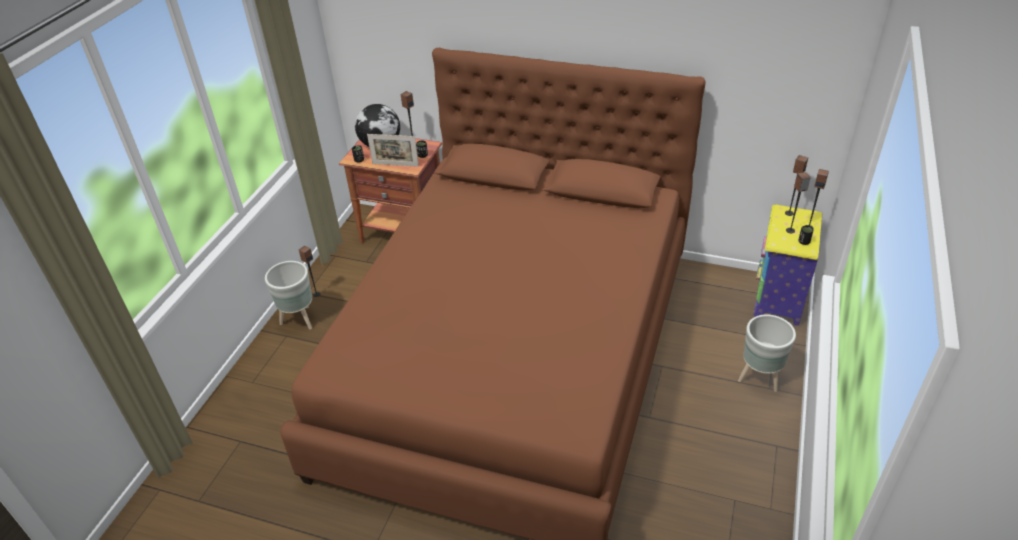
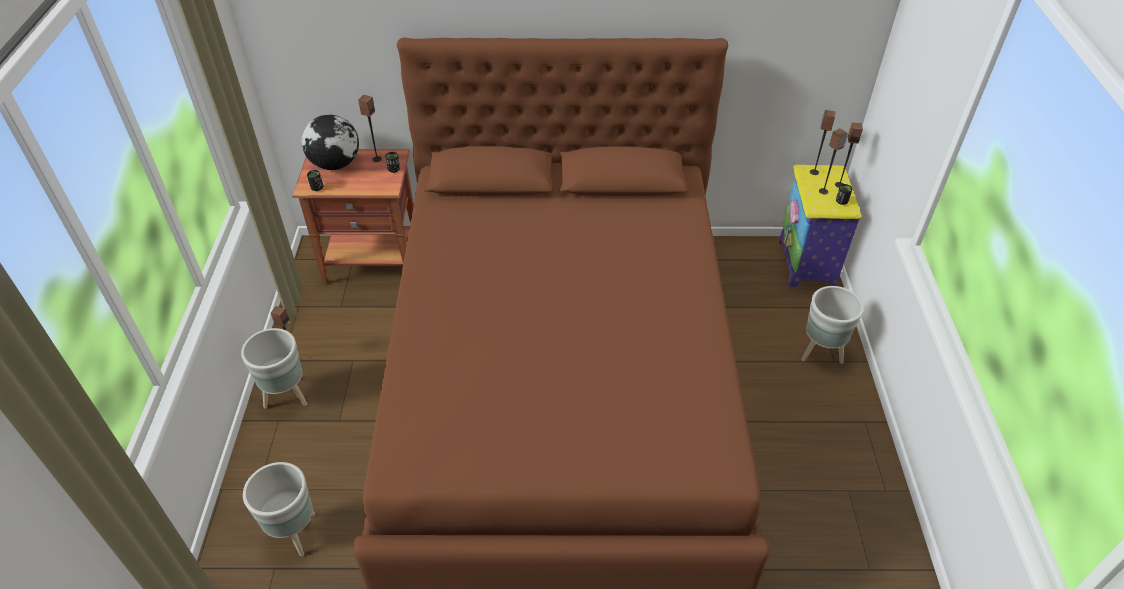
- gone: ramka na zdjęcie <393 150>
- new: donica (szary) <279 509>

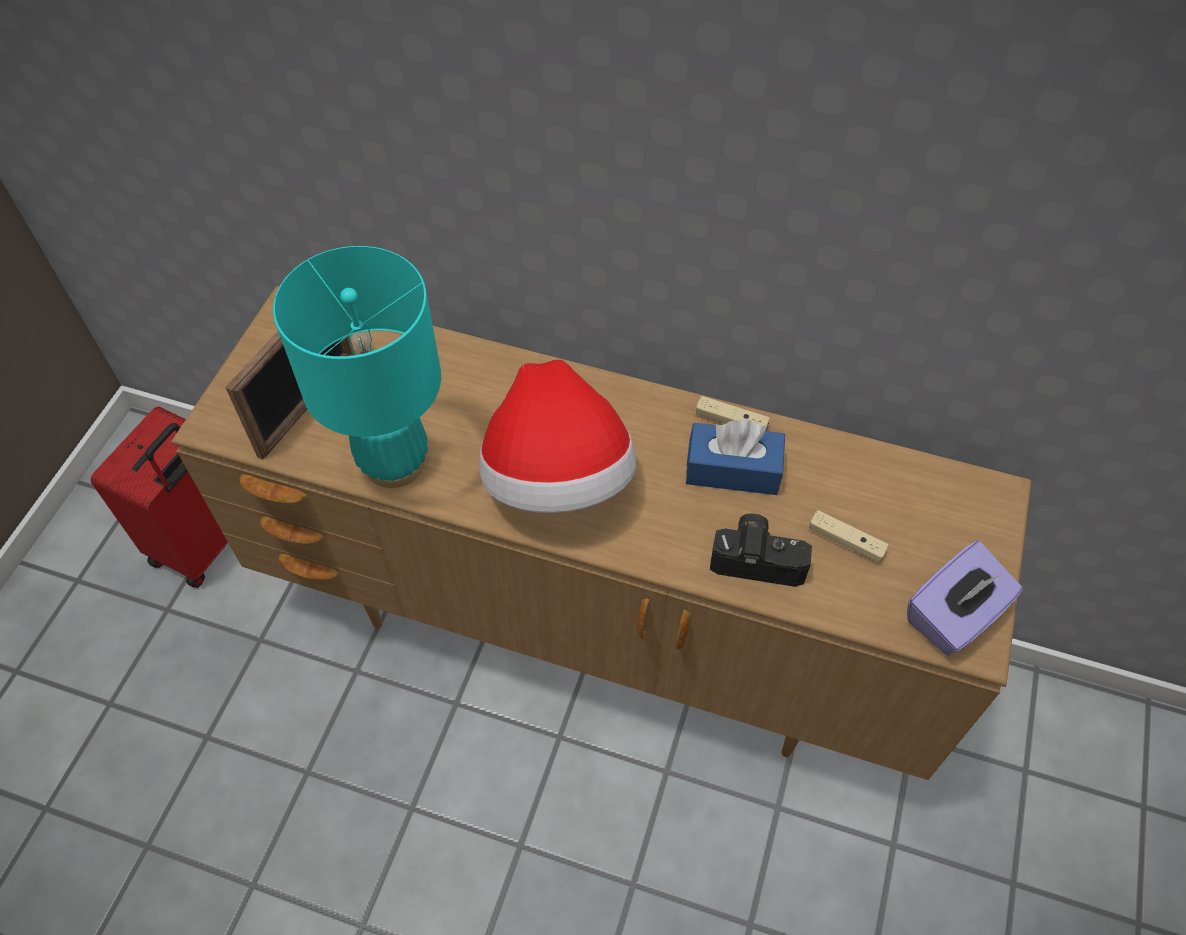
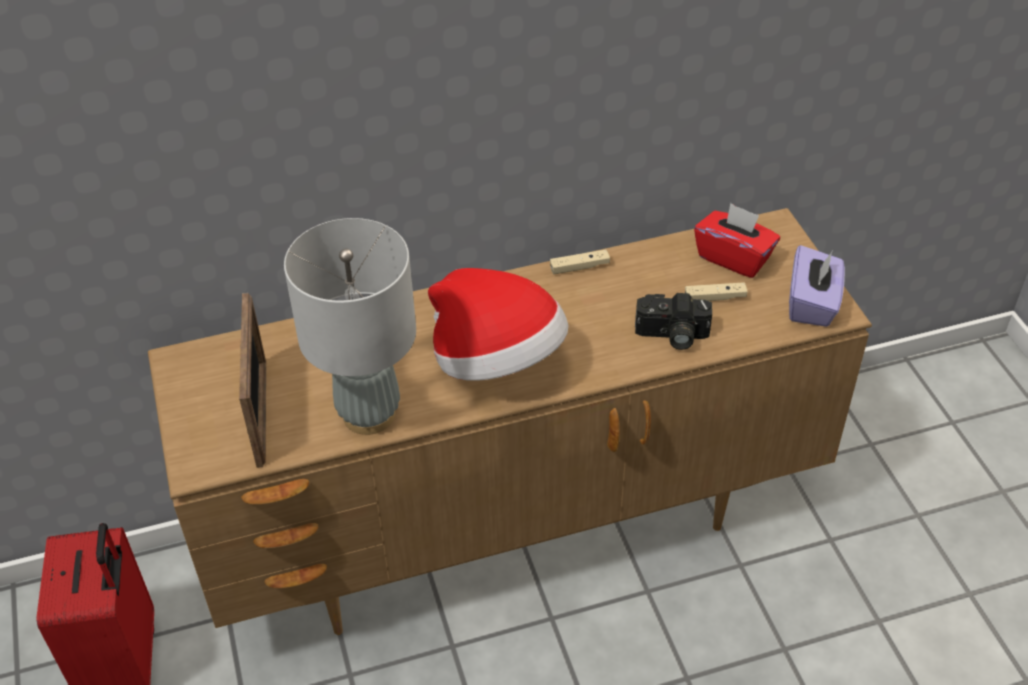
- repainted: lampa stołowa (turkusowy) <357 367> to lampa stołowa (szary) <350 326>
- gone: pudełko chusteczek (niebieski) <735 457>
- rotated: aparat fotograficzny <761 550> = <673 321> 150 degrees counterclockwise
- new: pudełko chusteczek (czerwony) <737 240>

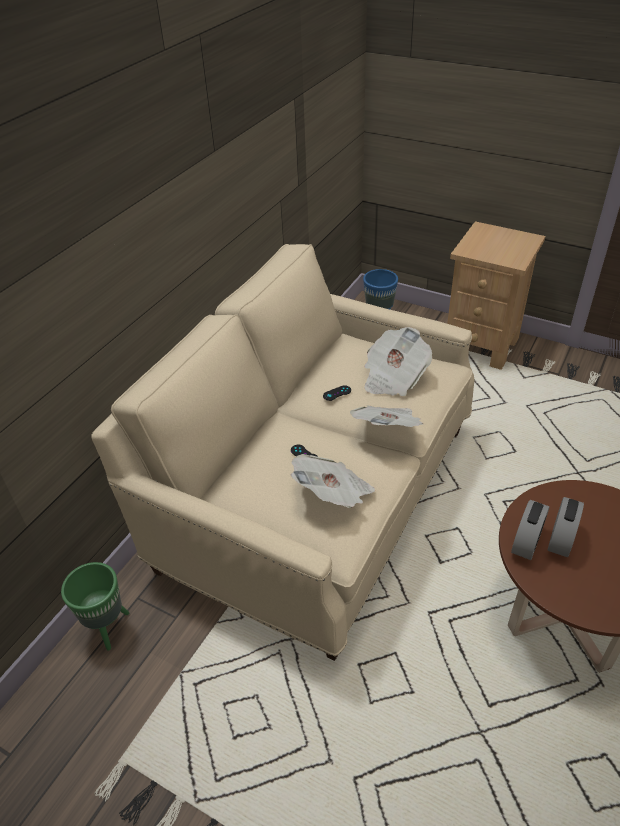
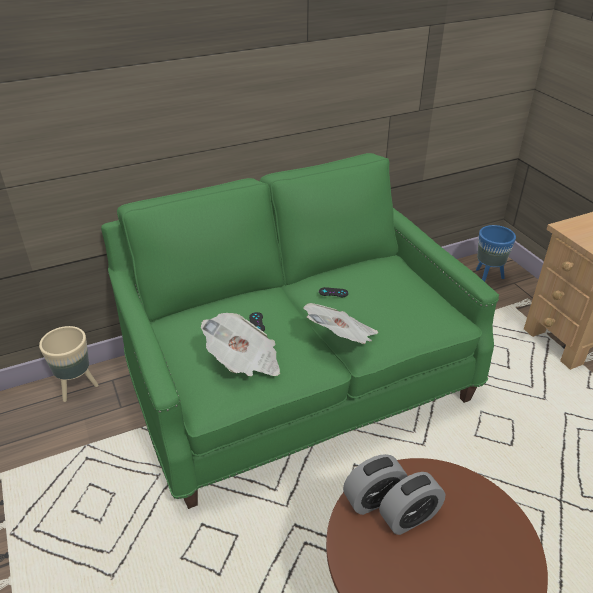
- repainted: donica (zielony) <95 606> to donica (beżowy) <68 364>
- repainted: kanapa (beżowy) <282 452> to kanapa (zielony) <300 331>
- gone: gazeta <398 361>

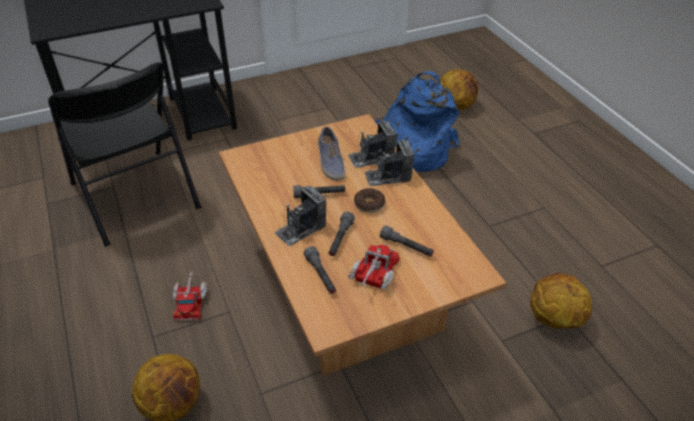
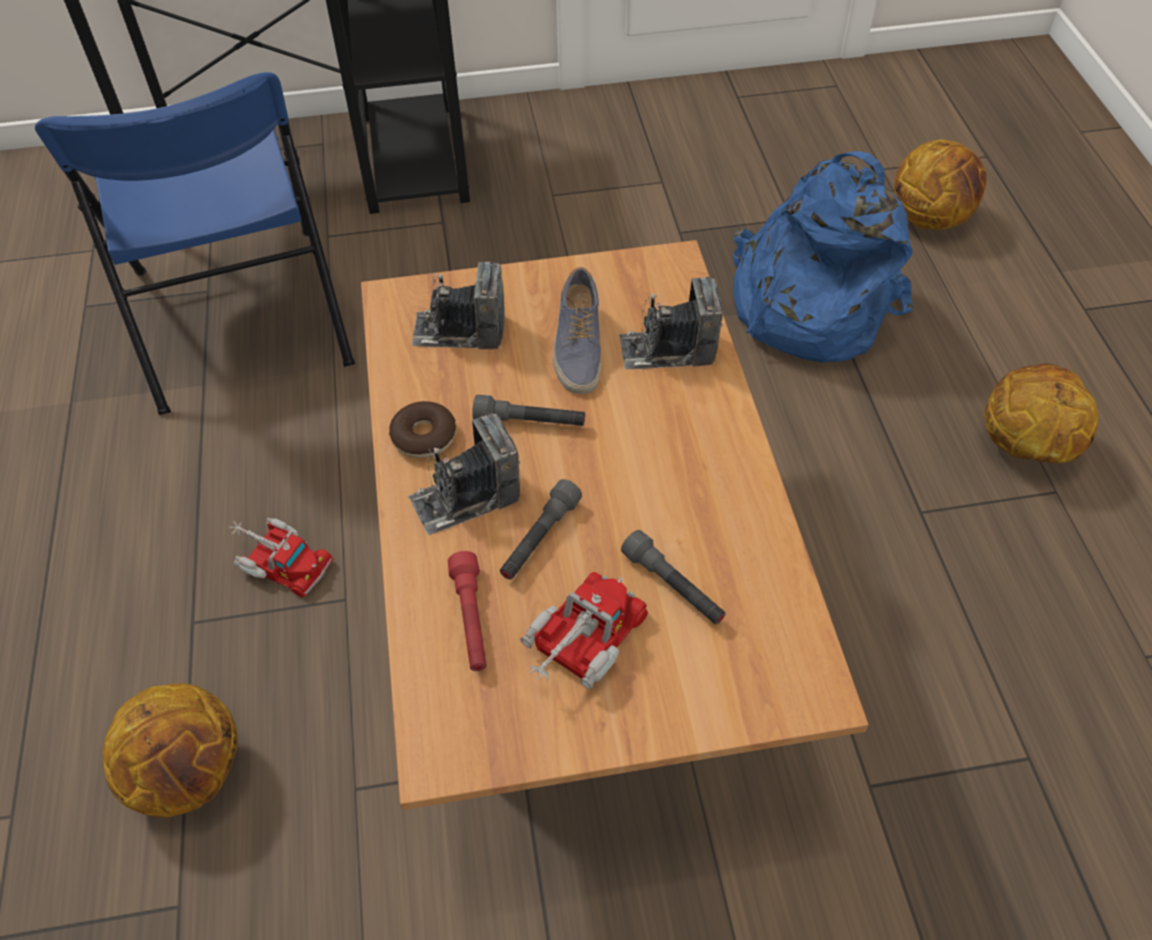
- repainted: krzesło (czarny) <124 154> to krzesło (niebieski) <195 243>
- rotated: ciężarówka zabawkowa <190 295> = <280 557> 75 degrees counterclockwise
- repainted: latarka (szary) <319 270> to latarka (czerwony) <467 611>
- shifted: donut <369 200> to <422 429>
- shifted: aparat fotograficzny <389 163> to <458 305>
- shifted: piłka do koszykówki <561 301> to <1041 413>

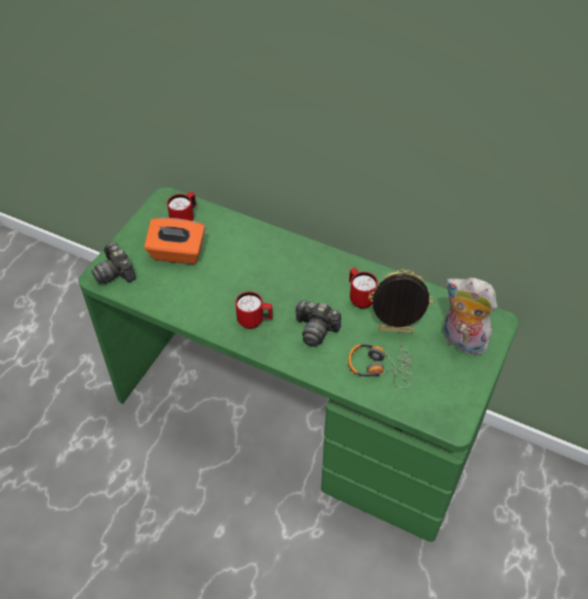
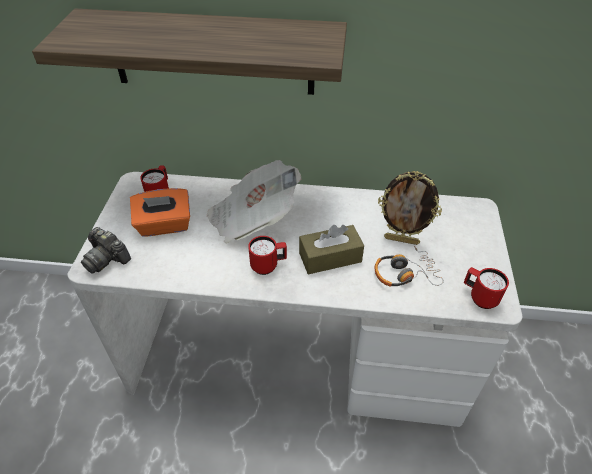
- repainted: biurko (zielony) <299 364> to biurko (biały) <295 299>
- swapped: aparat fotograficzny <318 323> to pudełko chusteczek (brązowy) <331 249>
- shifted: kubek (czerwony) <363 288> to <486 288>
- rotated: ramka na zdjęcie <401 301> = <410 208> 150 degrees counterclockwise
- gone: pluszak <470 316>
- new: półka <189 52>
- new: gazeta <254 202>

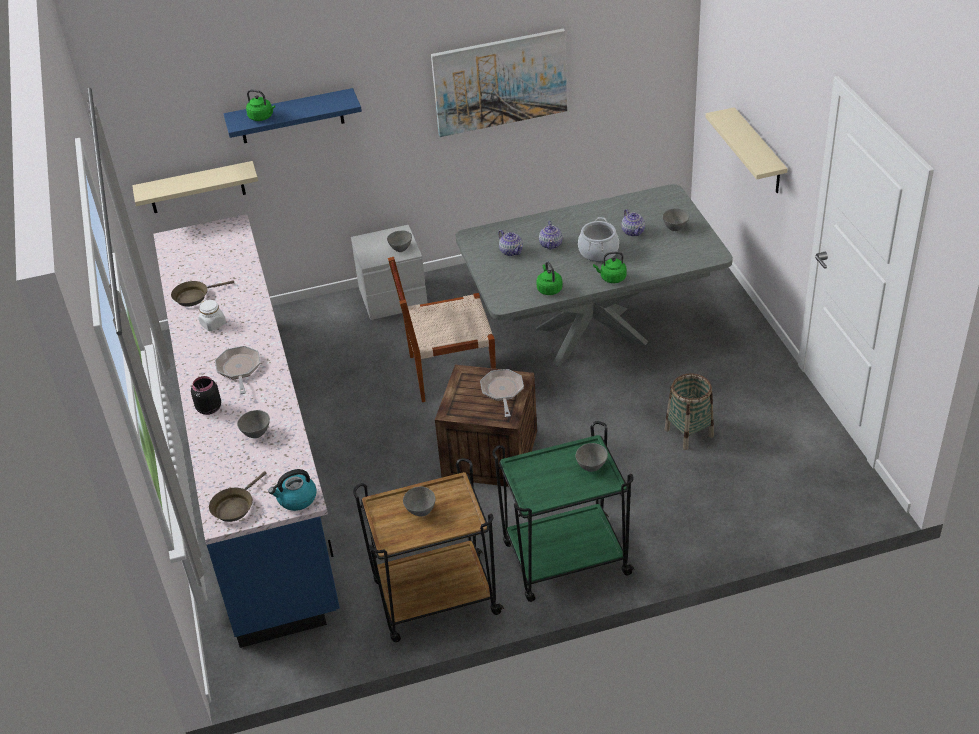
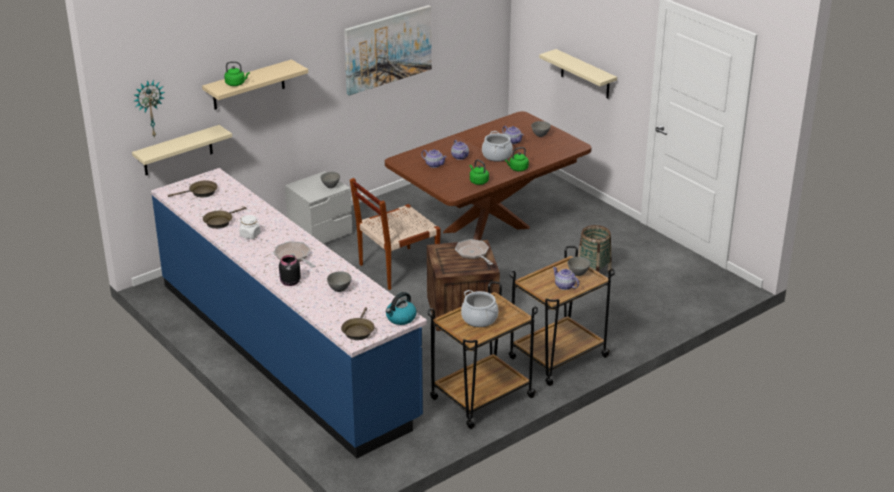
- repainted: półka (niebieski) <293 115> to półka (beżowy) <255 84>
- swapped: miska (szary) <419 501> to garnek <479 308>
- repainted: stół jadalny (szary) <594 275> to stół jadalny (brązowy) <488 175>
- repainted: wózek (zielony) <563 511> to wózek (brązowy) <562 316>
- new: zegar ścienny <149 109>
- new: patelnia (brązowy) <193 188>
- new: imbryk <565 278>

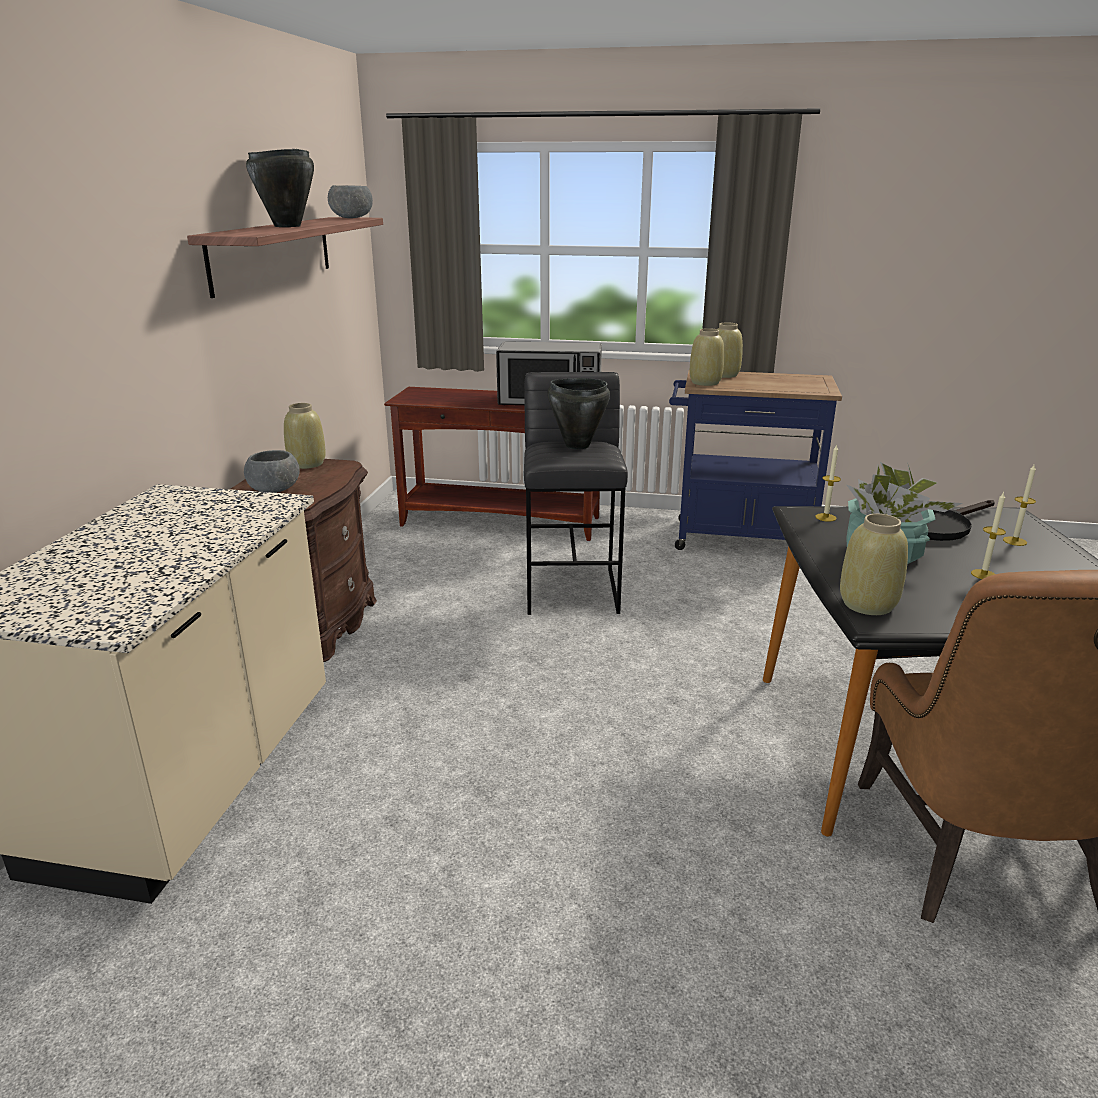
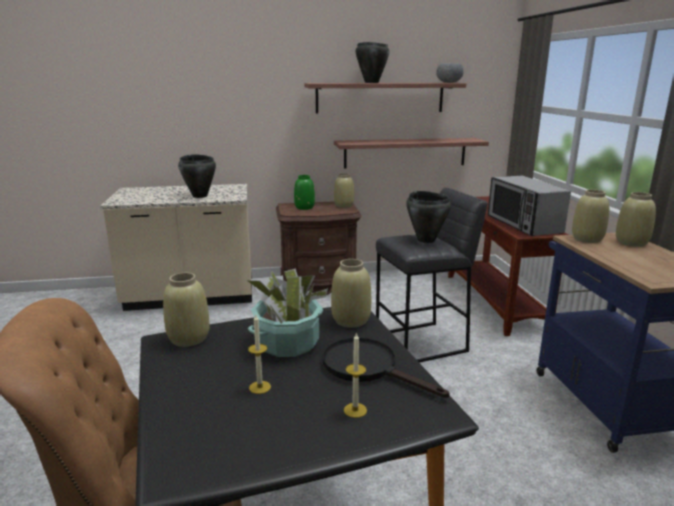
- swapped: miska (szary) <272 471> to wazon (zielony) <304 192>
- swapped: świeca <828 483> to wazon (beżowy) <351 293>
- new: garnek (czarny) <197 176>
- new: półka <411 153>

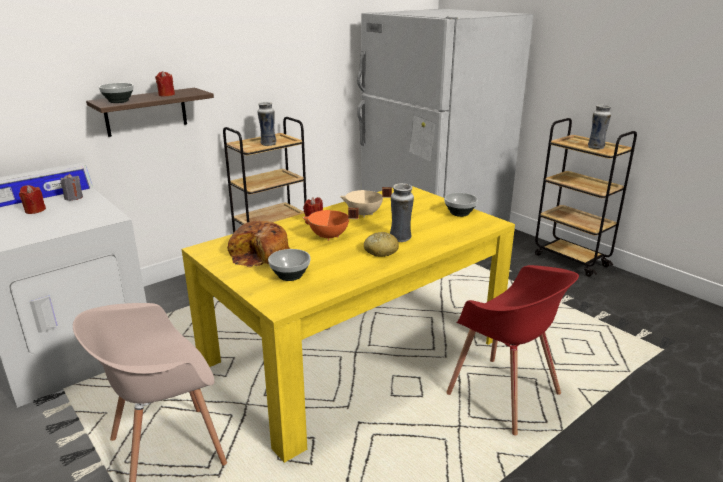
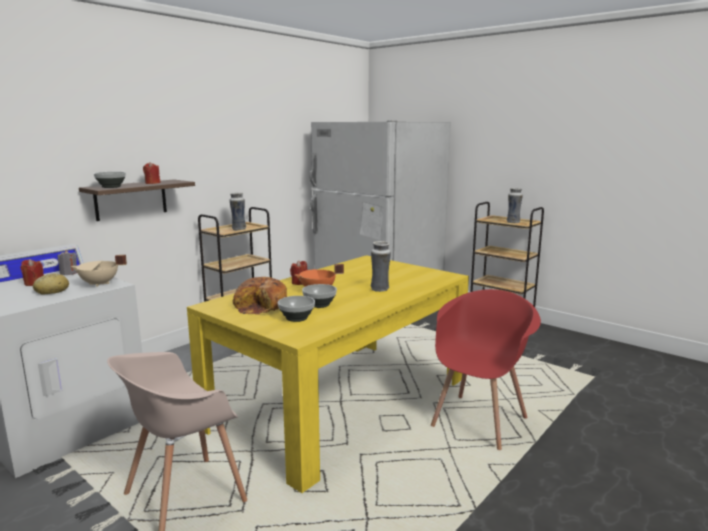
- shifted: garnek (beżowy) <366 202> to <99 271>
- shifted: chleb <381 244> to <51 284>
- shifted: miska <461 205> to <319 296>
- rotated: krzesło (czerwony) <512 350> = <486 369> 90 degrees counterclockwise

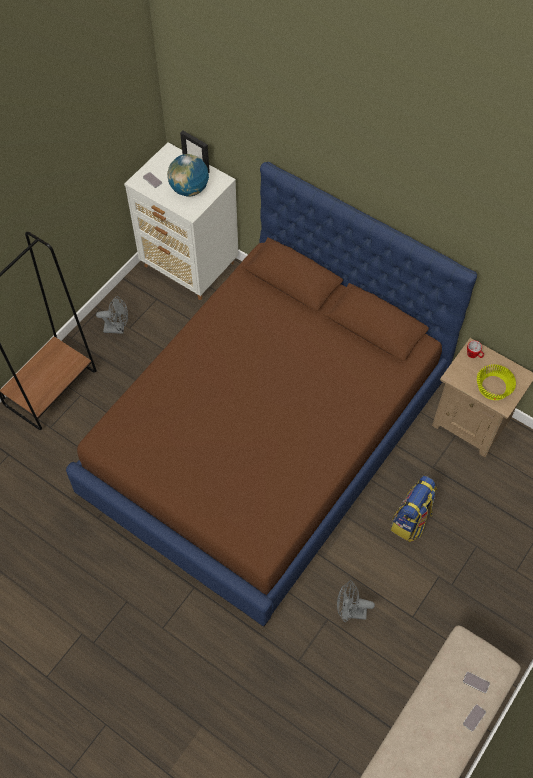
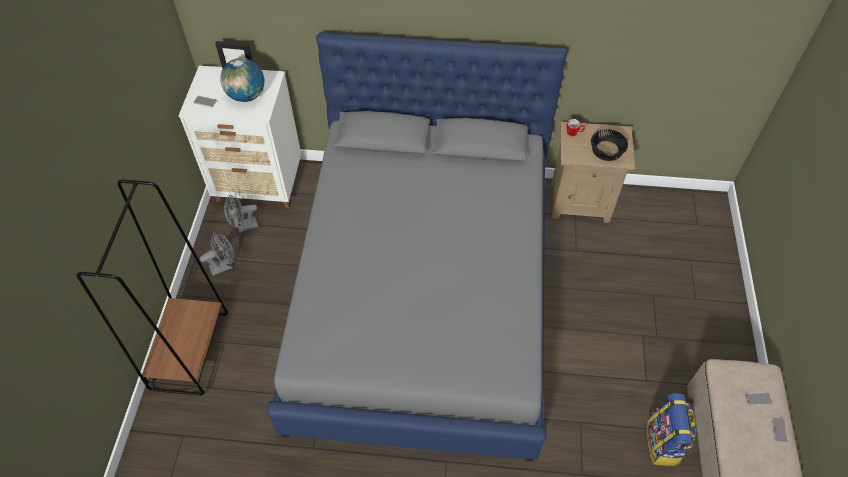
- repainted: łóżko (brązowy) <271 394> to łóżko (szary) <417 246>
- shifted: wentylator (szary) <356 601> to <241 214>
- shifted: plecak <414 509> to <671 429>
- repainted: miska (żółty) <496 382> to miska (czarny) <609 145>

